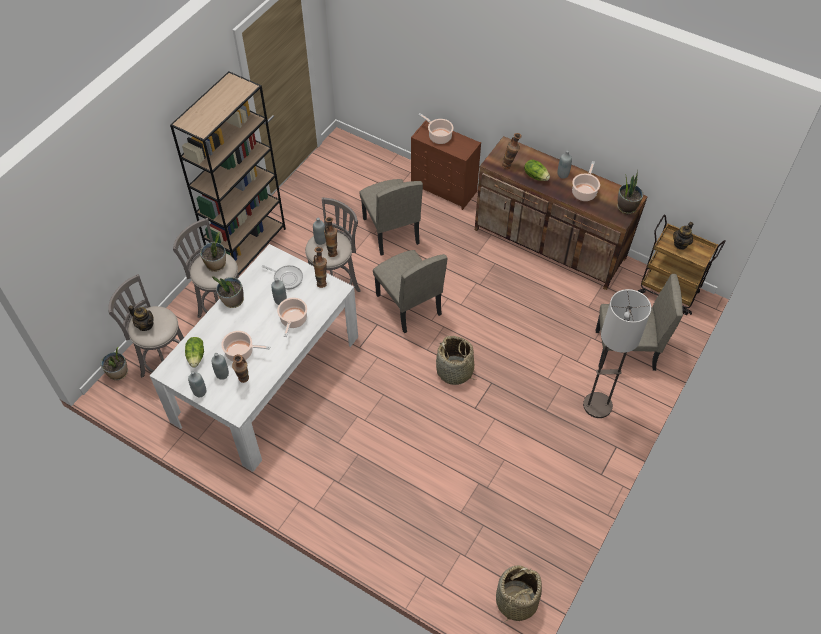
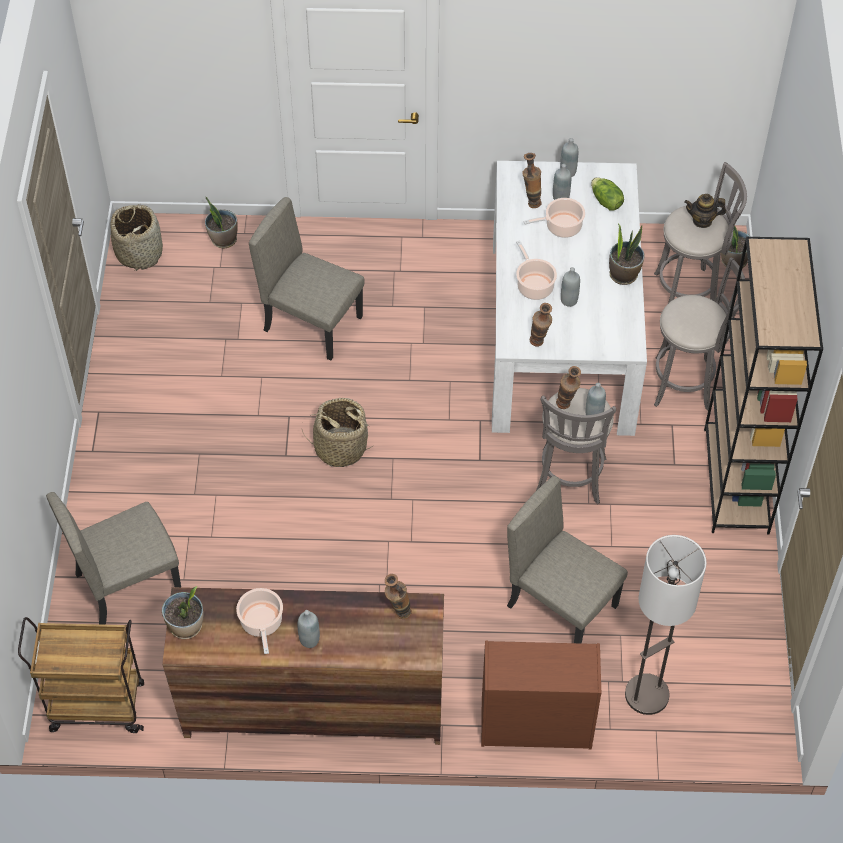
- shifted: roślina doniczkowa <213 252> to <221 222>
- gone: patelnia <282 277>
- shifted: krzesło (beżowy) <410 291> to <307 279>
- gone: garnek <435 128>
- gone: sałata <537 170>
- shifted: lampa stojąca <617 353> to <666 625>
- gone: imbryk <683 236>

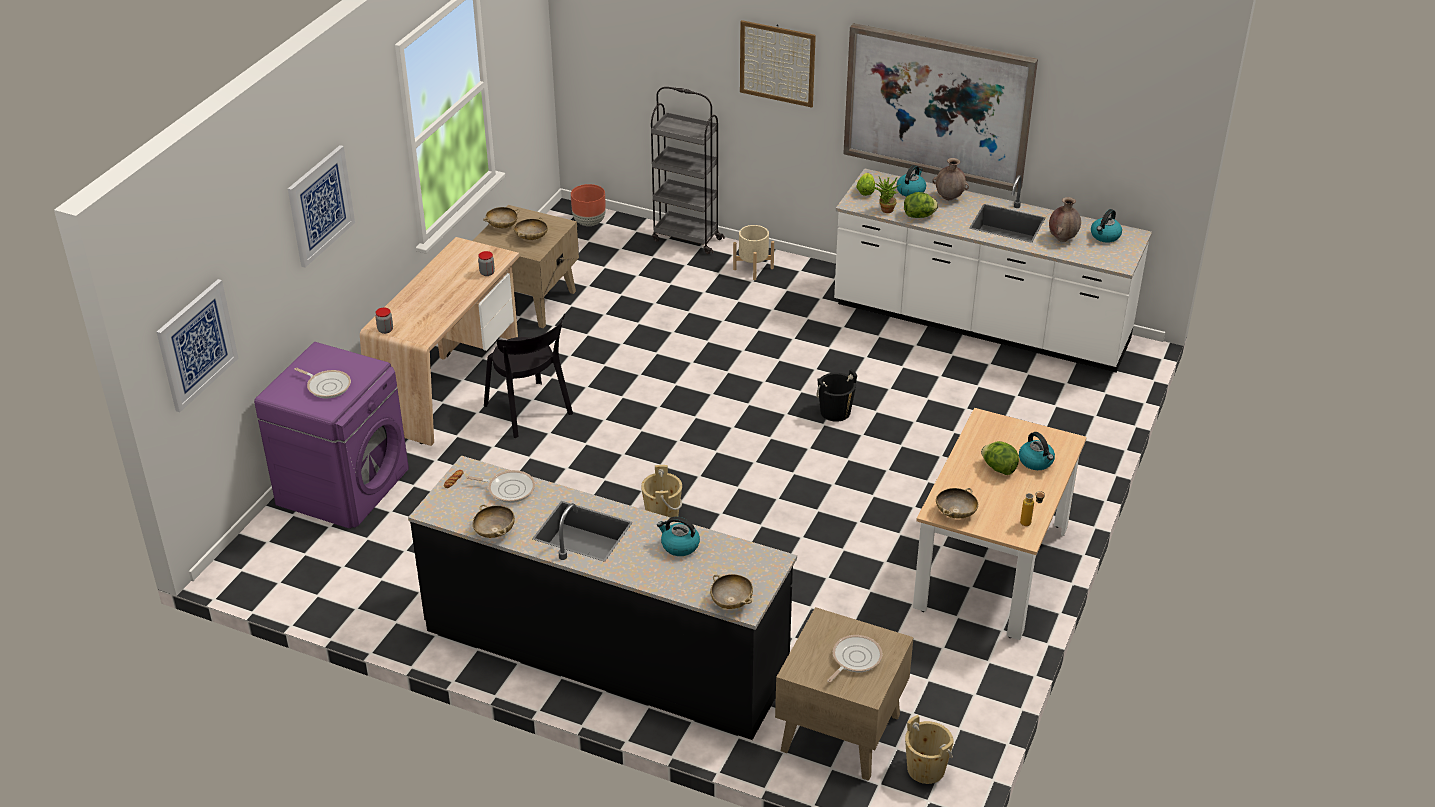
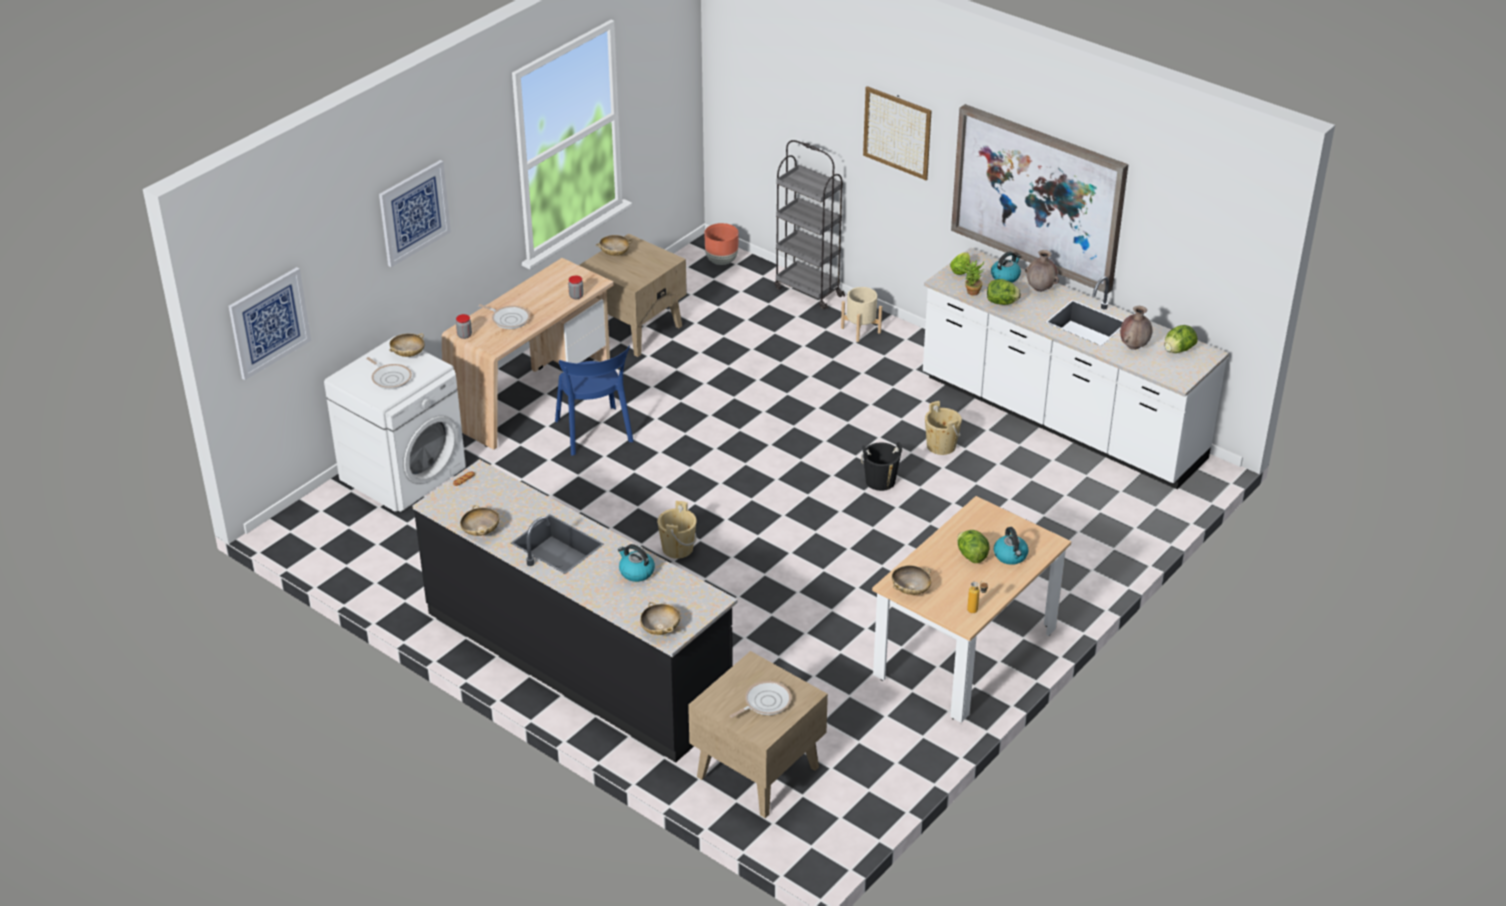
- repainted: pralka (fioletowy) <331 435> to pralka (biały) <395 424>
- shifted: patelnia <500 486> to <504 316>
- repainted: krzesło (czarny) <528 376> to krzesło (niebieski) <594 400>
- shifted: miska (beżowy) <531 228> to <407 345>
- shifted: wiadro (beżowy) <929 749> to <943 428>
- swapped: czajnik <1106 226> to sałata <1181 339>

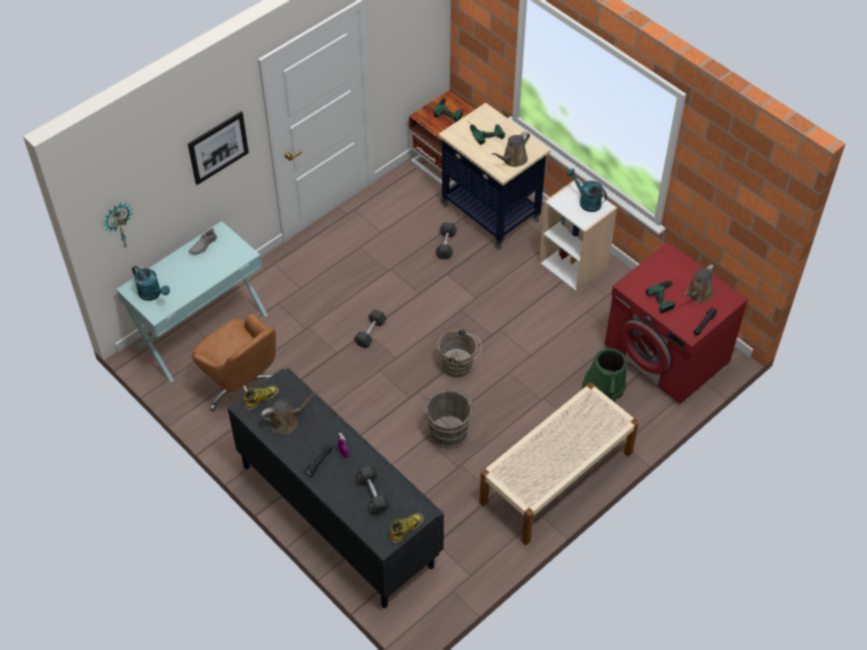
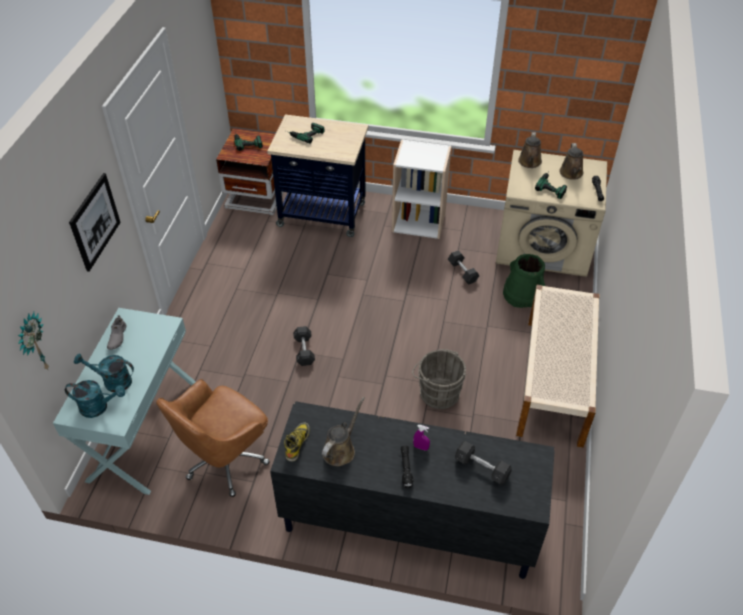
- rotated: krzesło biurowe (brązowy) <234 362> = <212 438> 120 degrees clockwise
- gone: but z cholewką <407 528>
- shifted: hantel (szary) <446 240> to <464 267>
- gone: wiadro (brązowy) <459 353>
- shifted: konewka (brązowy) <511 149> to <530 150>
- shifted: konewka (turkusowy) <587 190> to <104 372>
- repainted: pralka (czerwony) <676 323> to pralka (beżowy) <551 213>

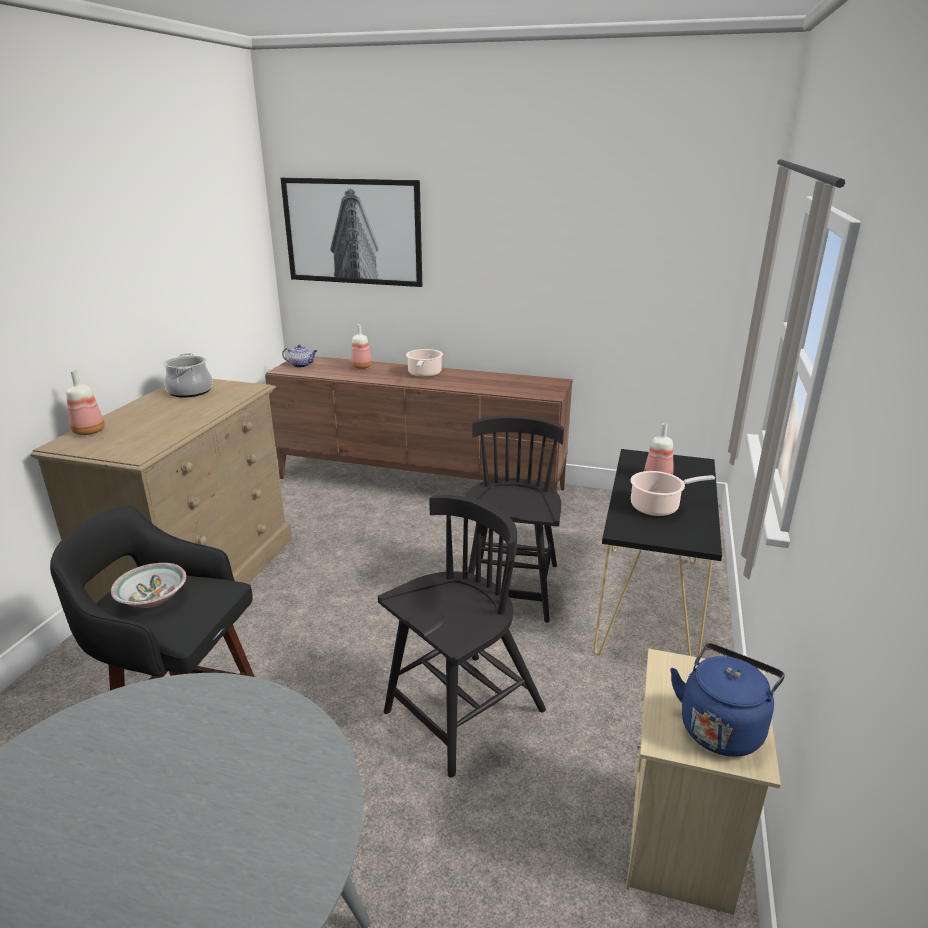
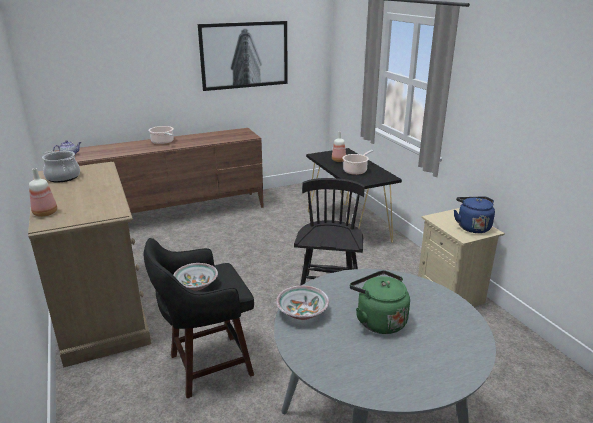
- shifted: obraz <351 232> to <243 56>
- gone: butelka <361 346>
- gone: krzesło (czarny) <514 519>
- new: miska <302 303>
- new: czajnik (zielony) <380 302>

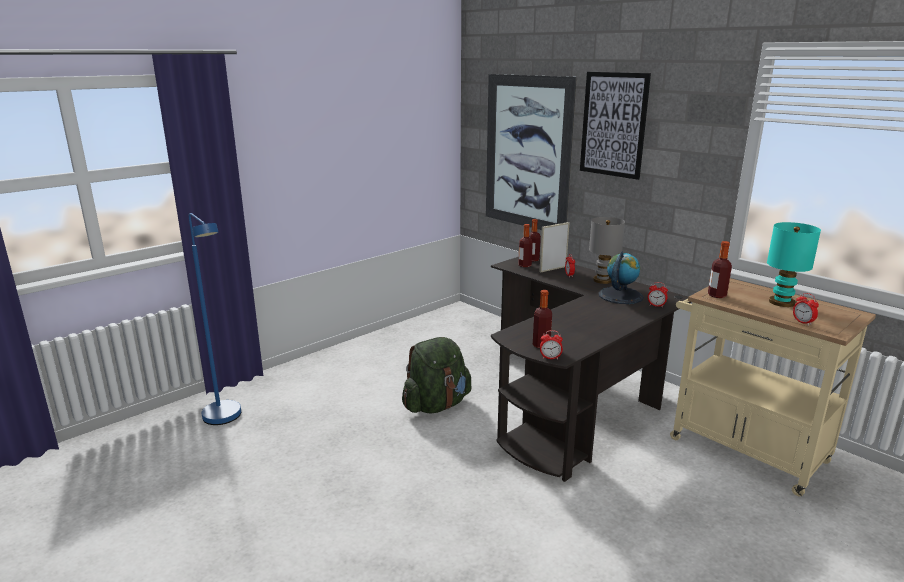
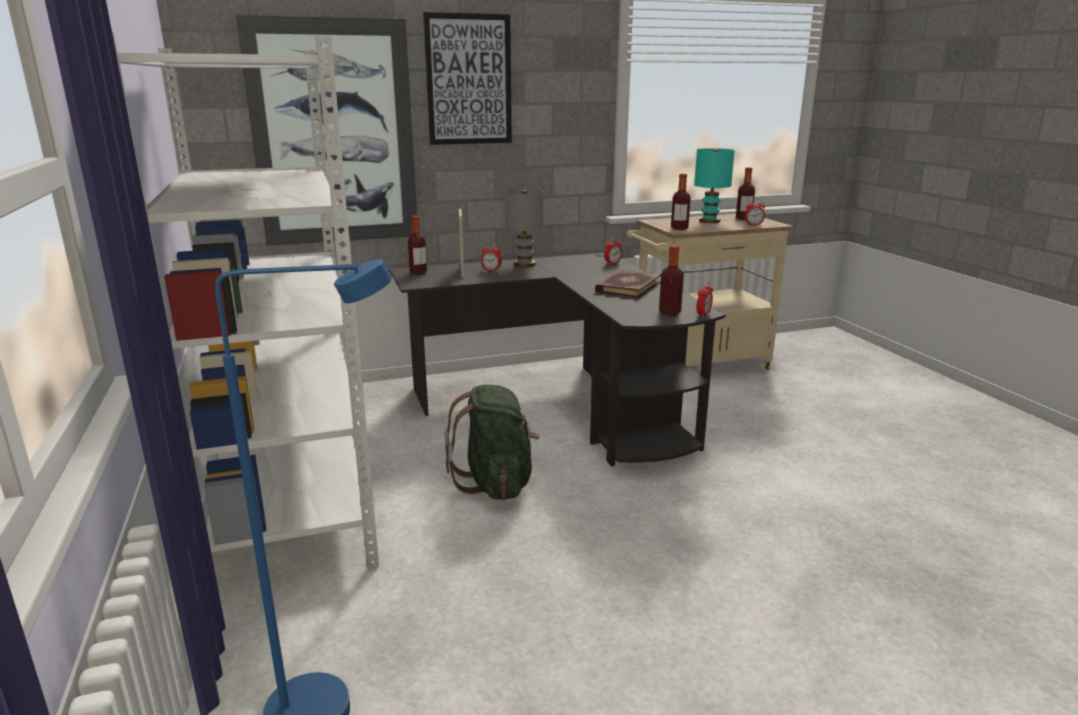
- shifted: butelka <525 245> to <745 193>
- gone: globus <621 277>
- new: regał (biały) <245 300>
- new: książka <628 284>

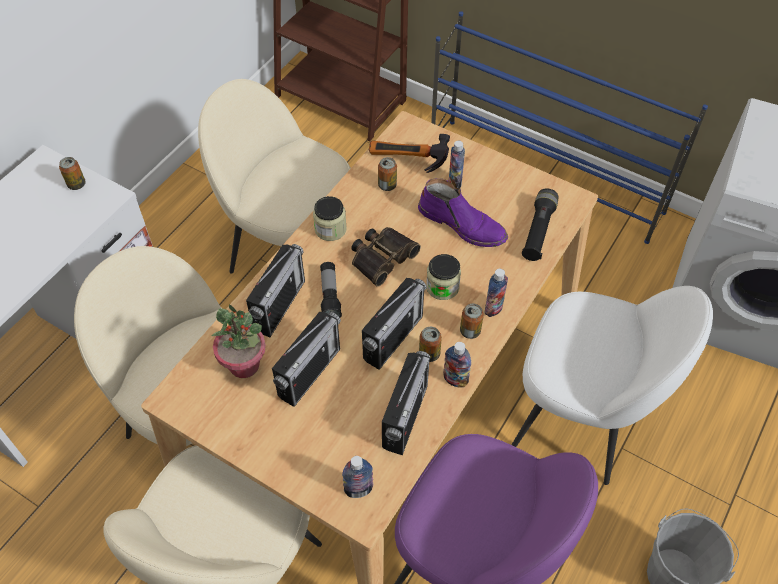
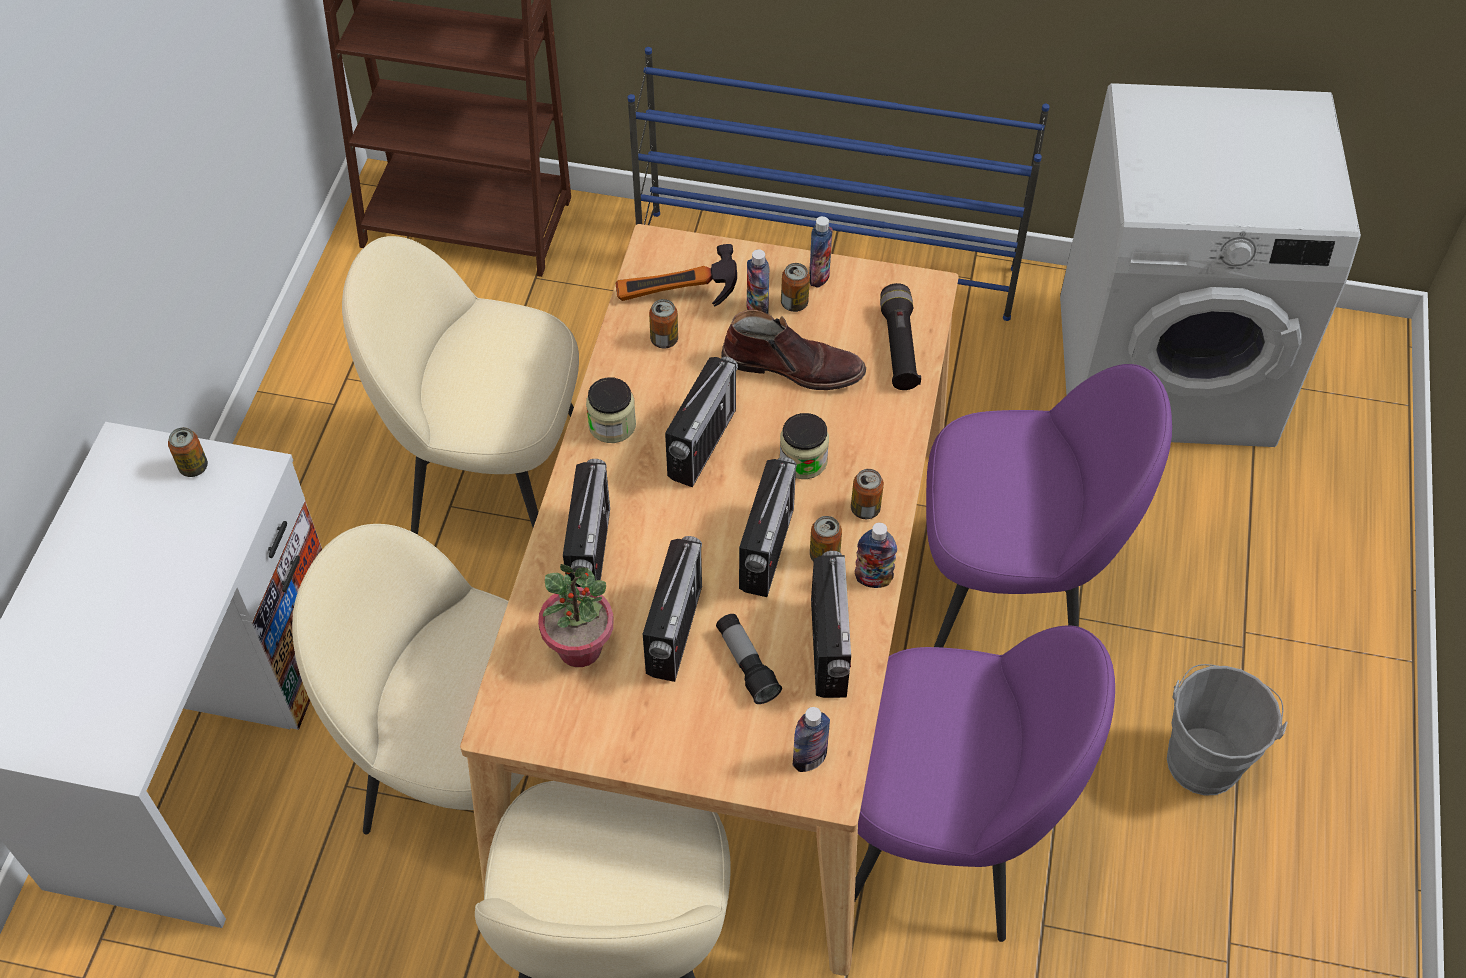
- shifted: latarka <331 290> to <749 659>
- swapped: lornetka <386 257> to radio <701 422>
- repainted: but z cholewką (fioletowy) <463 212> to but z cholewką (brązowy) <793 350>
- shifted: butelka <496 293> to <821 252>
- repainted: krzesło (biały) <612 385> to krzesło (fioletowy) <1049 506>
- new: puszka <795 287>

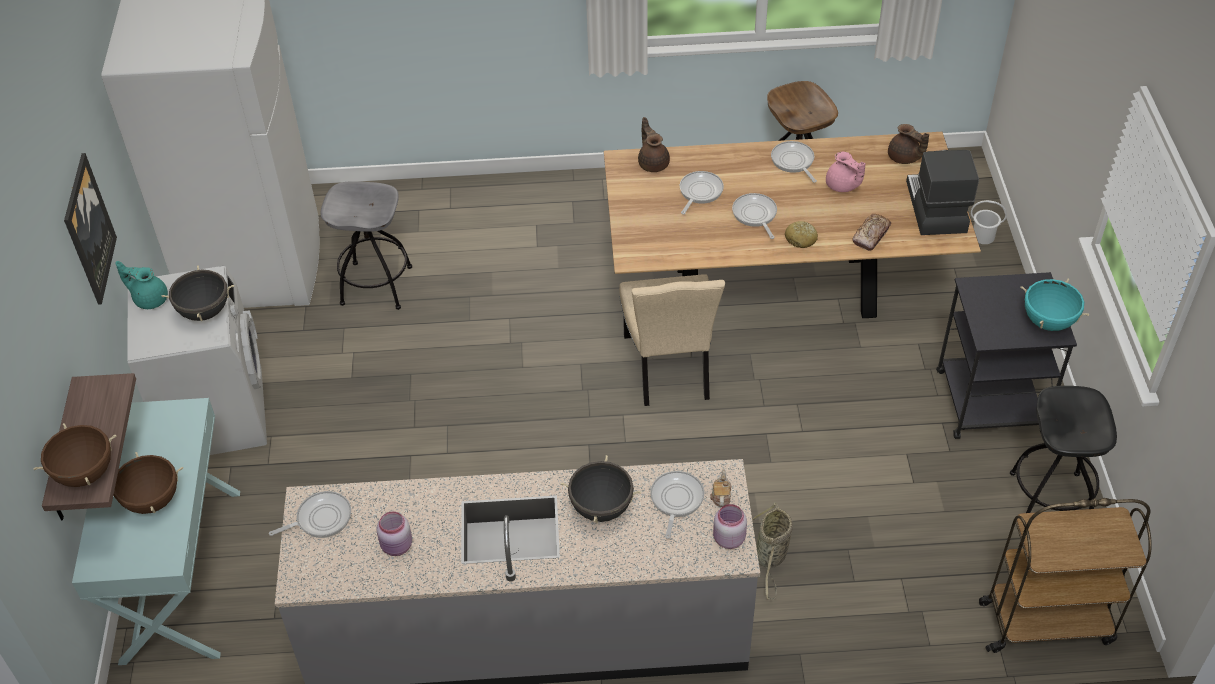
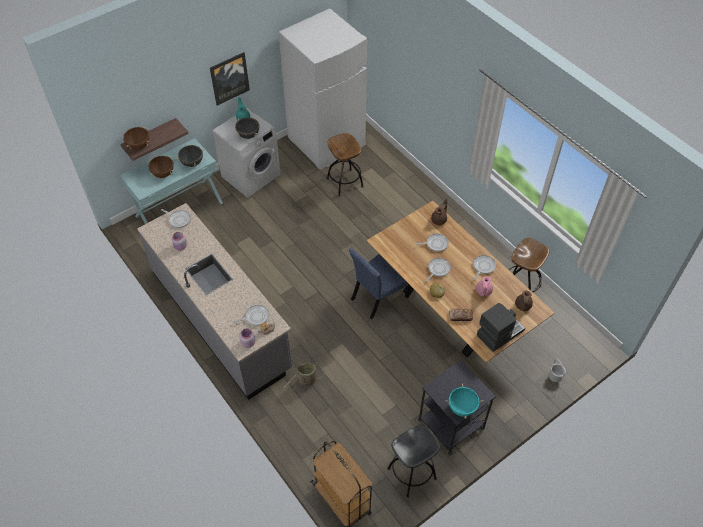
- repainted: stołek (szary) <366 245> to stołek (brązowy) <345 164>
- shifted: garnek (czarny) <600 489> to <190 155>
- repainted: krzesło (beżowy) <672 340> to krzesło (niebieski) <380 283>

